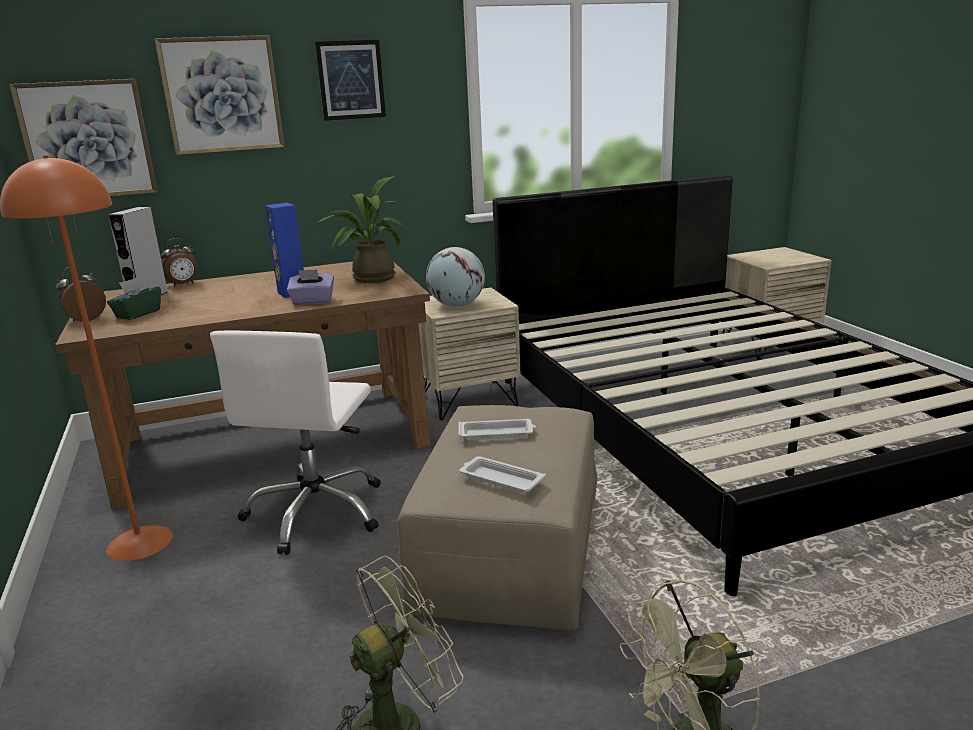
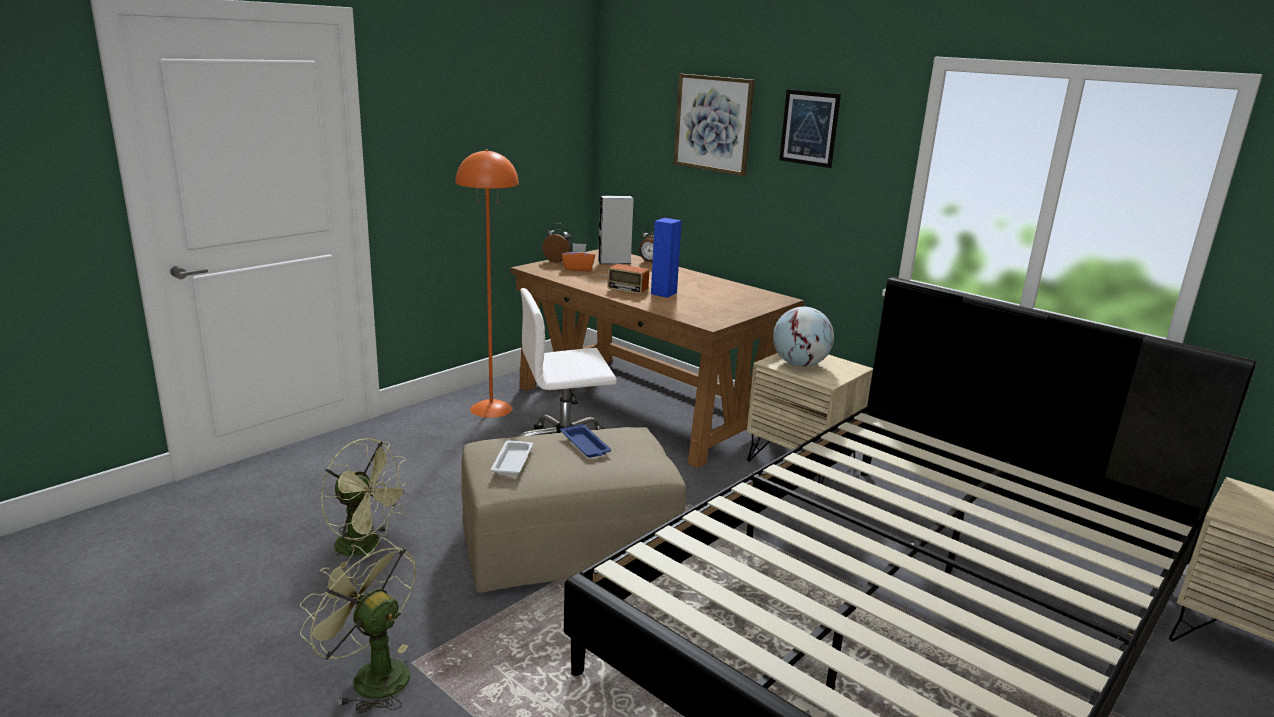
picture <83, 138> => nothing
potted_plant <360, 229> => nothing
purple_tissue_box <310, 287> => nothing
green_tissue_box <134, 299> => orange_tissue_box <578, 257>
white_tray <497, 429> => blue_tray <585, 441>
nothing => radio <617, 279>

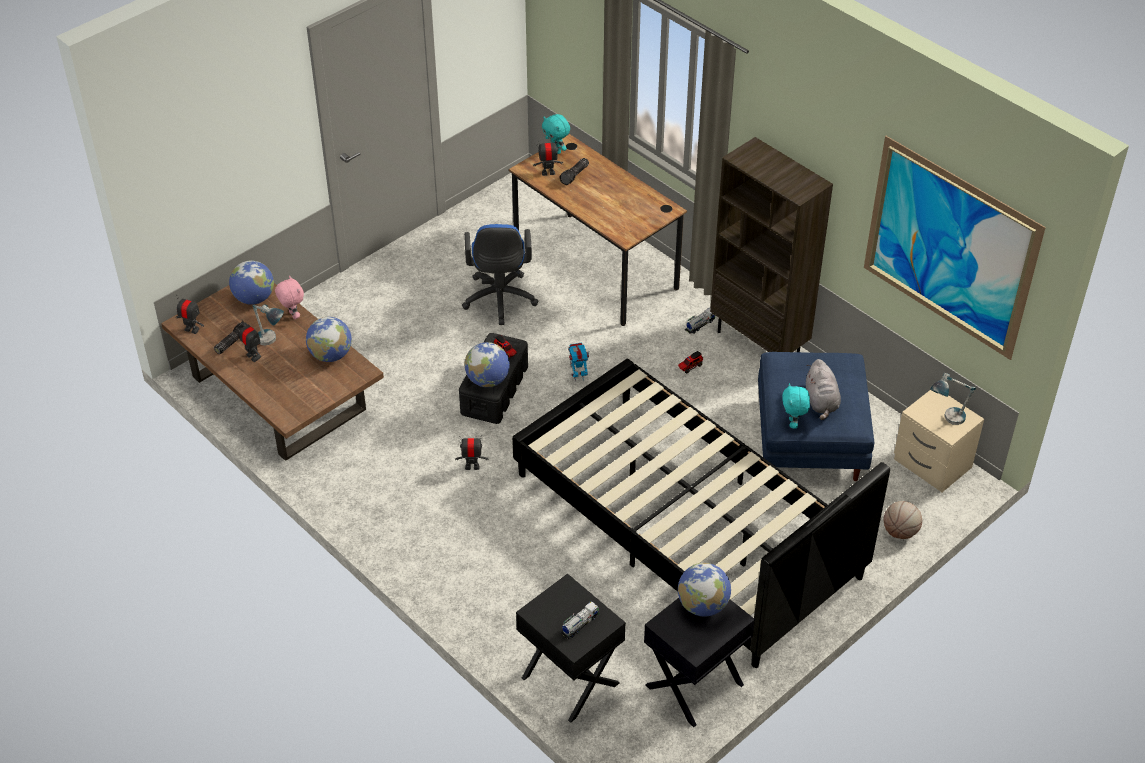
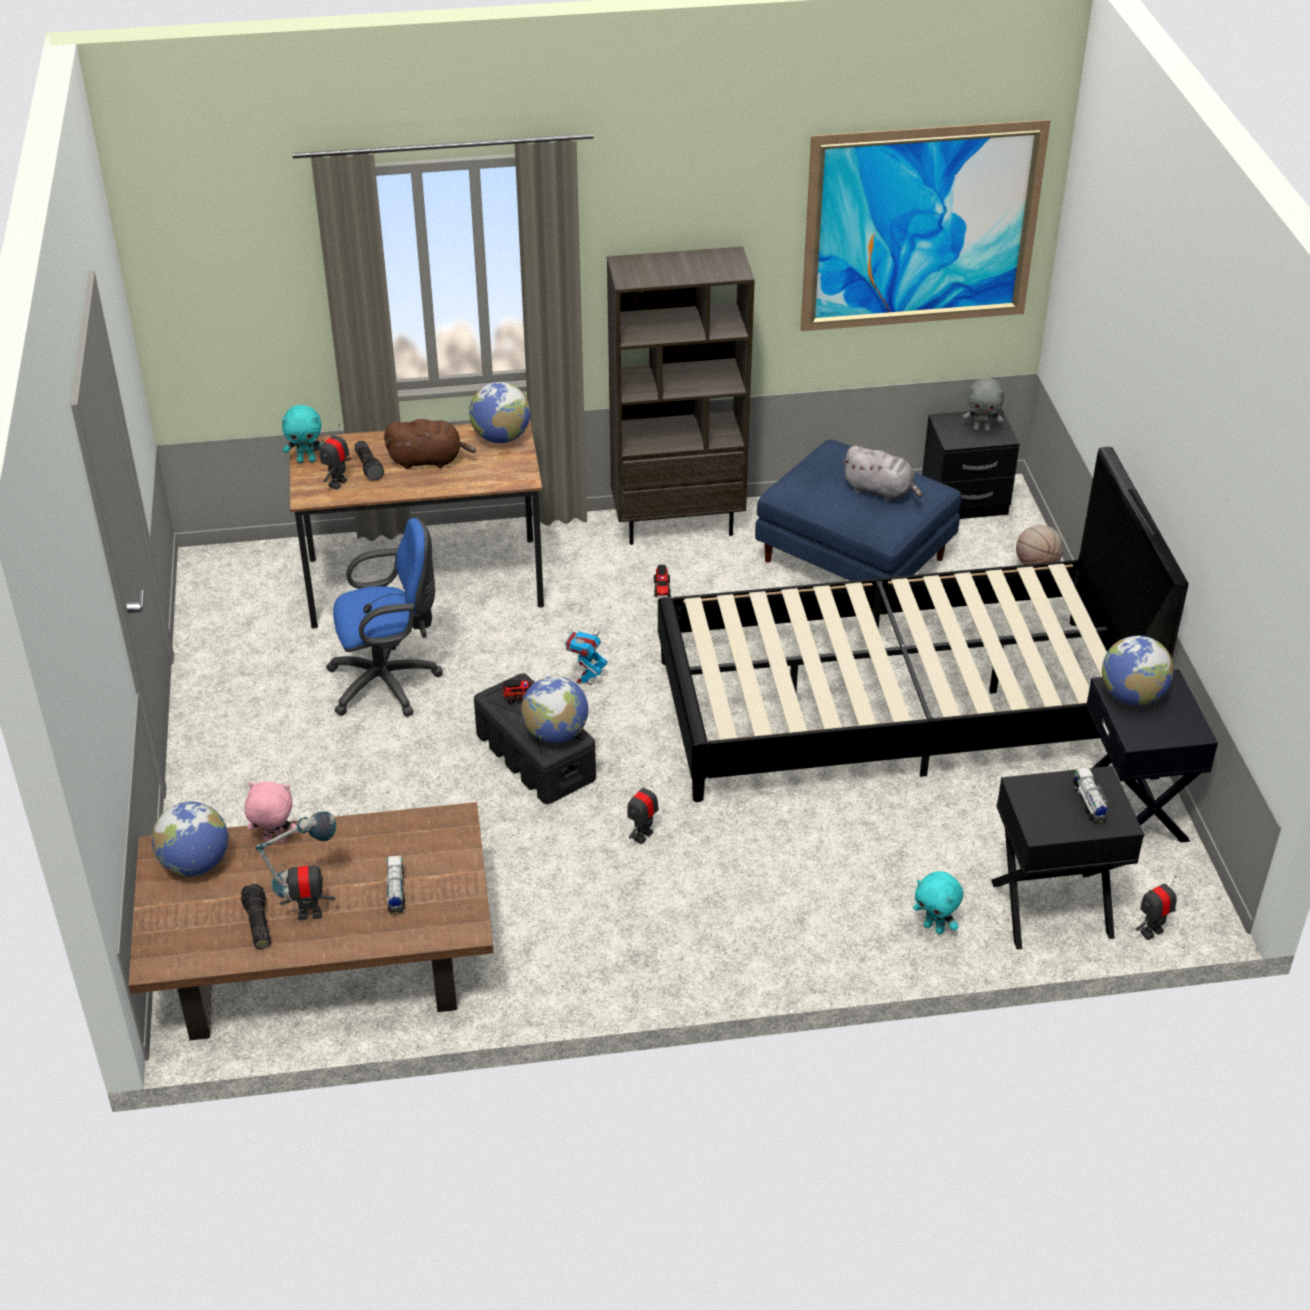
blue_office_chair <500, 274> => blue_office_chair <384, 617>, 45 degrees counterclockwise
toy_robot <190, 315> => toy_robot <1156, 908>, move
toy_truck <700, 321> => toy_truck <395, 884>, move
globe <329, 339> => globe <499, 412>, move
table_lamp <953, 399> => grey_plush_toy <983, 404>
turquoise_plush_toy <796, 406> => turquoise_plush_toy <938, 902>, move
beige_nightstand <939, 441> => black_nightstand <971, 463>
nothing => brown_plush_toy <430, 444>

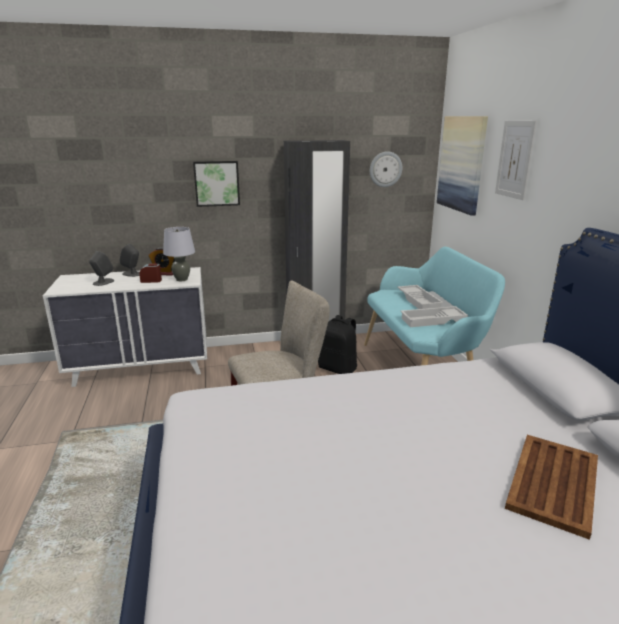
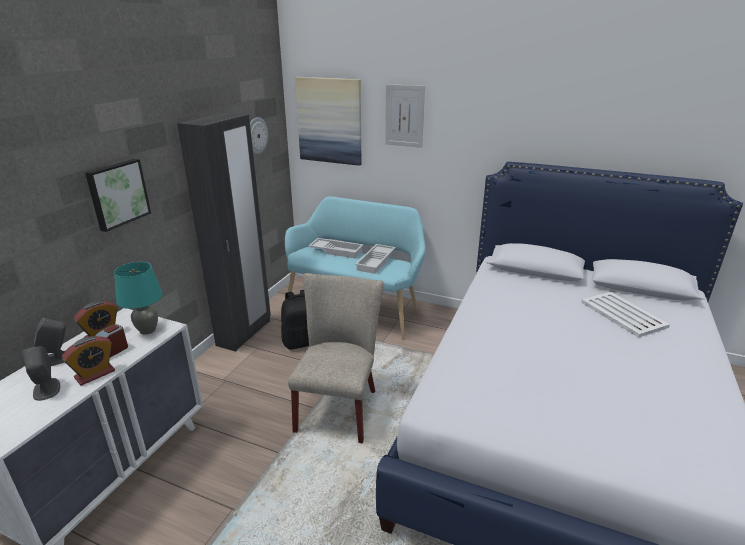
grey_table_lamp <179, 254> => turquoise_table_lamp <138, 298>
brown_tray <551, 487> => white_tray <625, 315>
nothing => alarm_clock <88, 361>

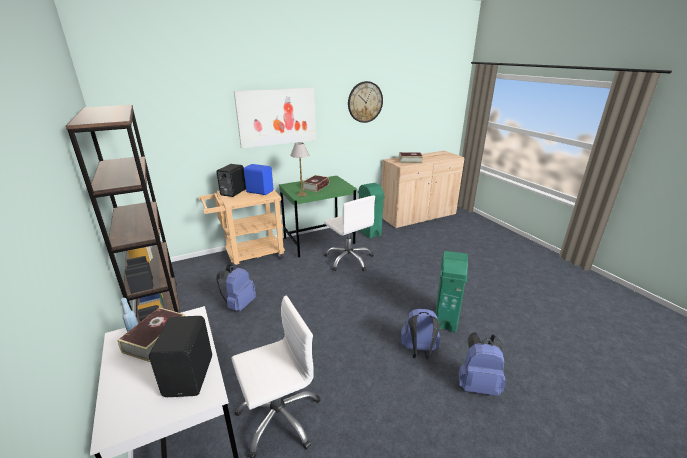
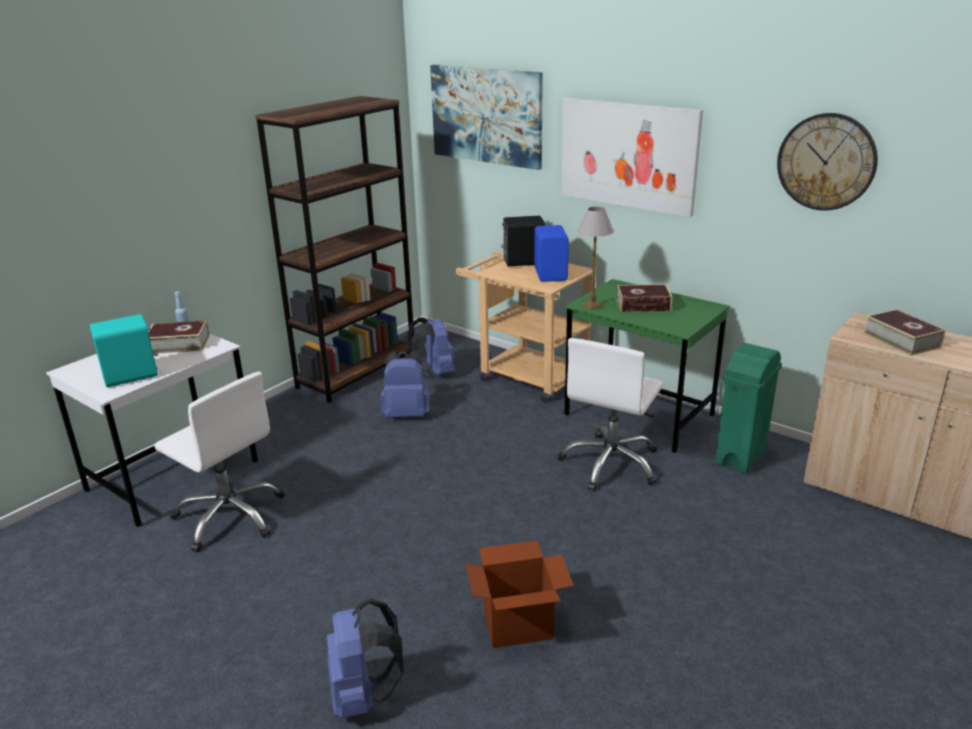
green_trash_can <451, 292> => cardboard_box <519, 594>
blue_backpack <420, 334> => blue_backpack <431, 347>, move
black_speaker <180, 356> => turquoise_speaker <124, 350>
nothing => picture <486, 117>

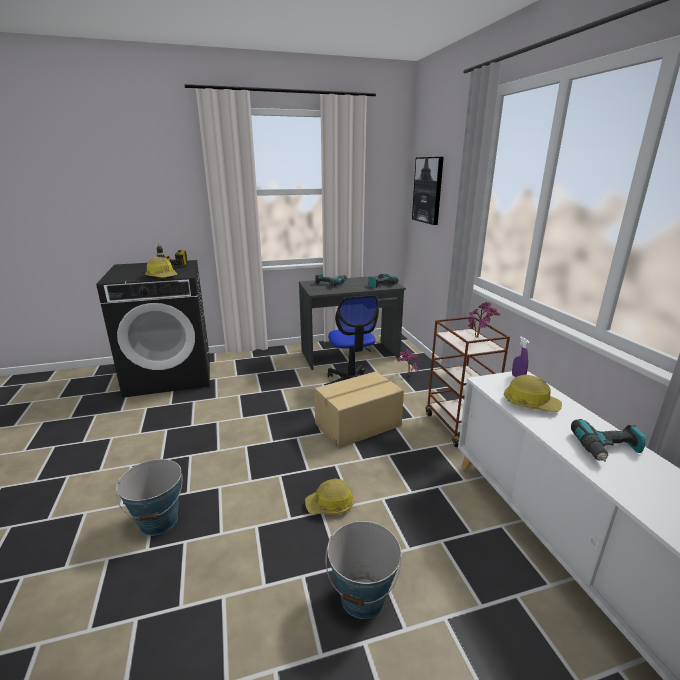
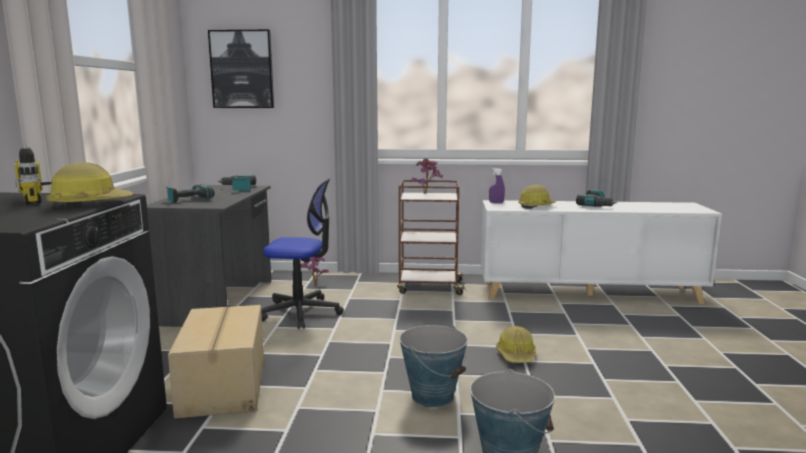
cardboard_box <359, 409> => cardboard_box <216, 362>, move
bucket <364, 570> => bucket <433, 366>, move

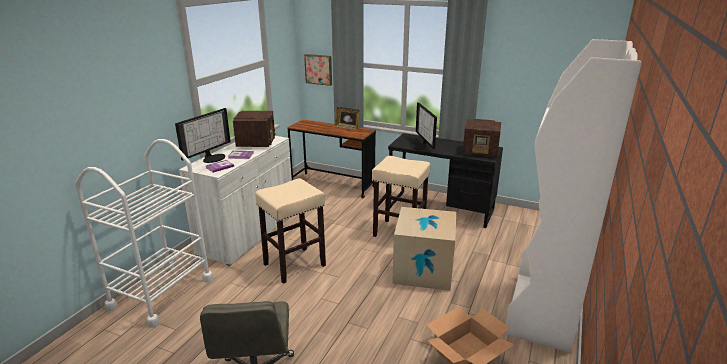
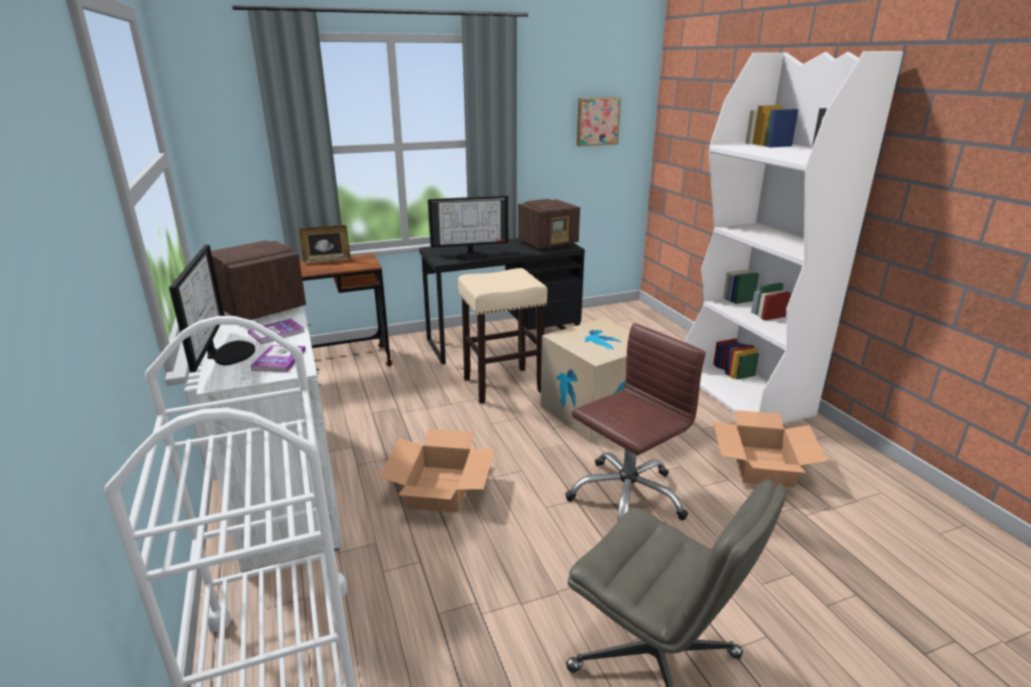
picture <318, 70> => picture <599, 121>, move
monitor <423, 126> => monitor <468, 228>, 45 degrees counterclockwise
beige_stool <290, 231> => cardboard_box <437, 471>
nothing => brown_office_chair <635, 422>

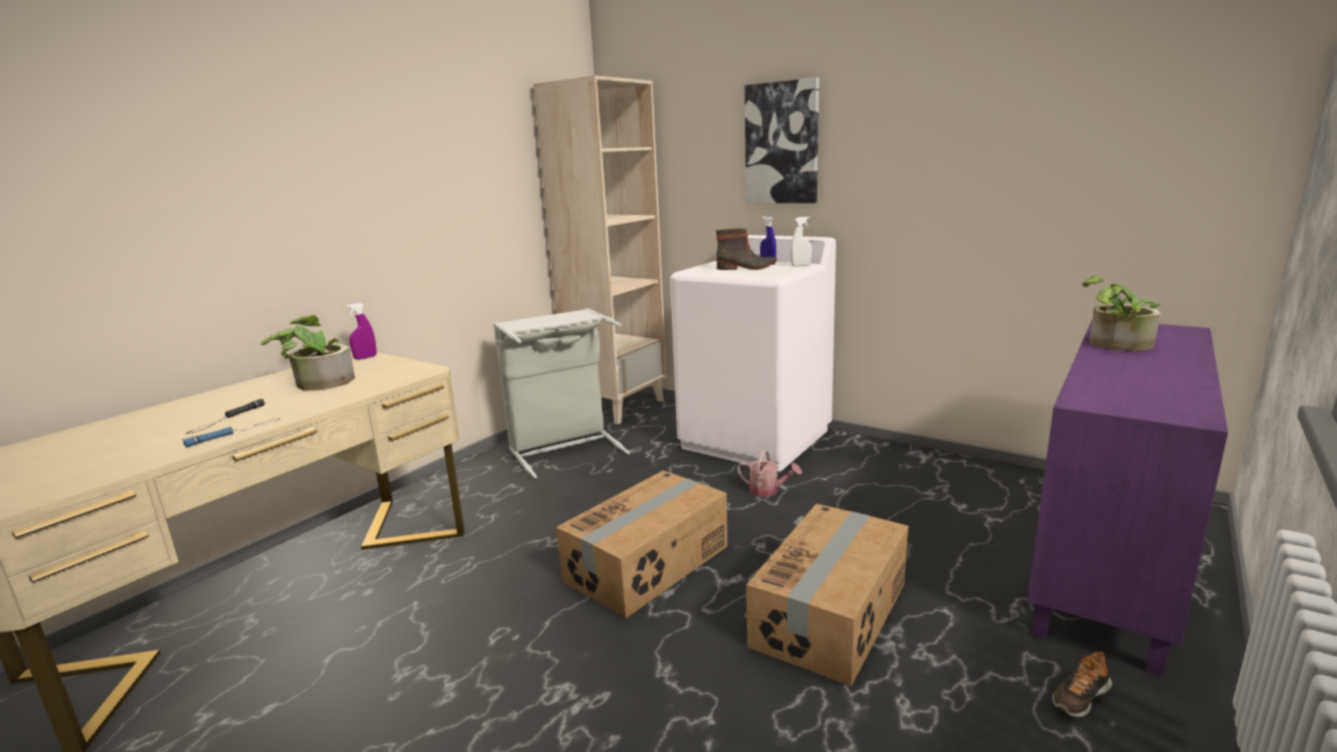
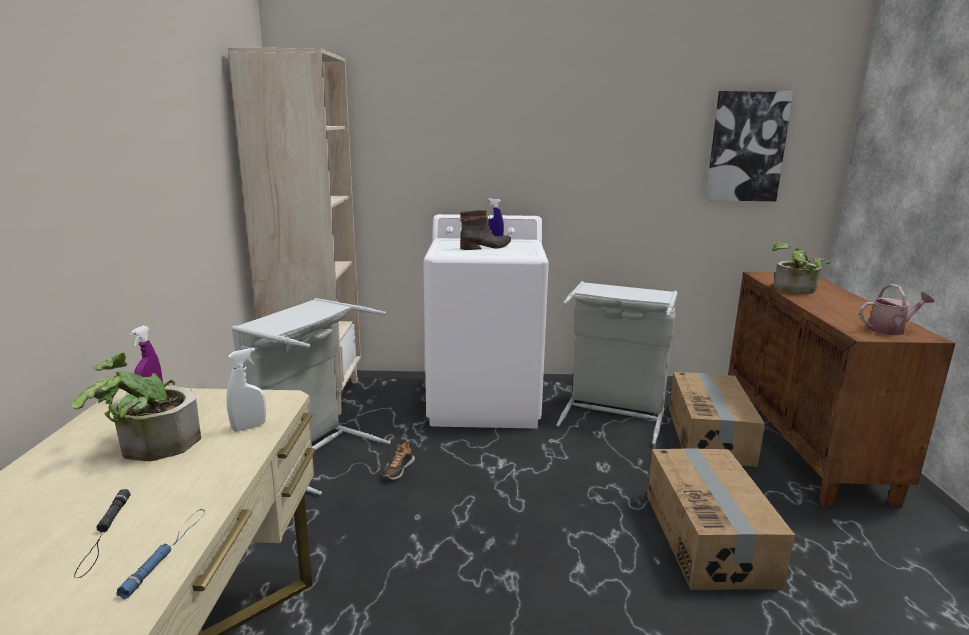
picture <782, 140> => picture <749, 146>, move
white_spray_bottle <801, 241> => white_spray_bottle <246, 390>, move
purple_cabinet <1127, 498> => brown_cabinet <842, 390>
watering_can <769, 473> => watering_can <897, 309>, move
cardboard_box <641, 544> => cardboard_box <717, 419>, move
shoe <1082, 684> => shoe <399, 460>, move
nothing => grey_laundry_basket <617, 363>

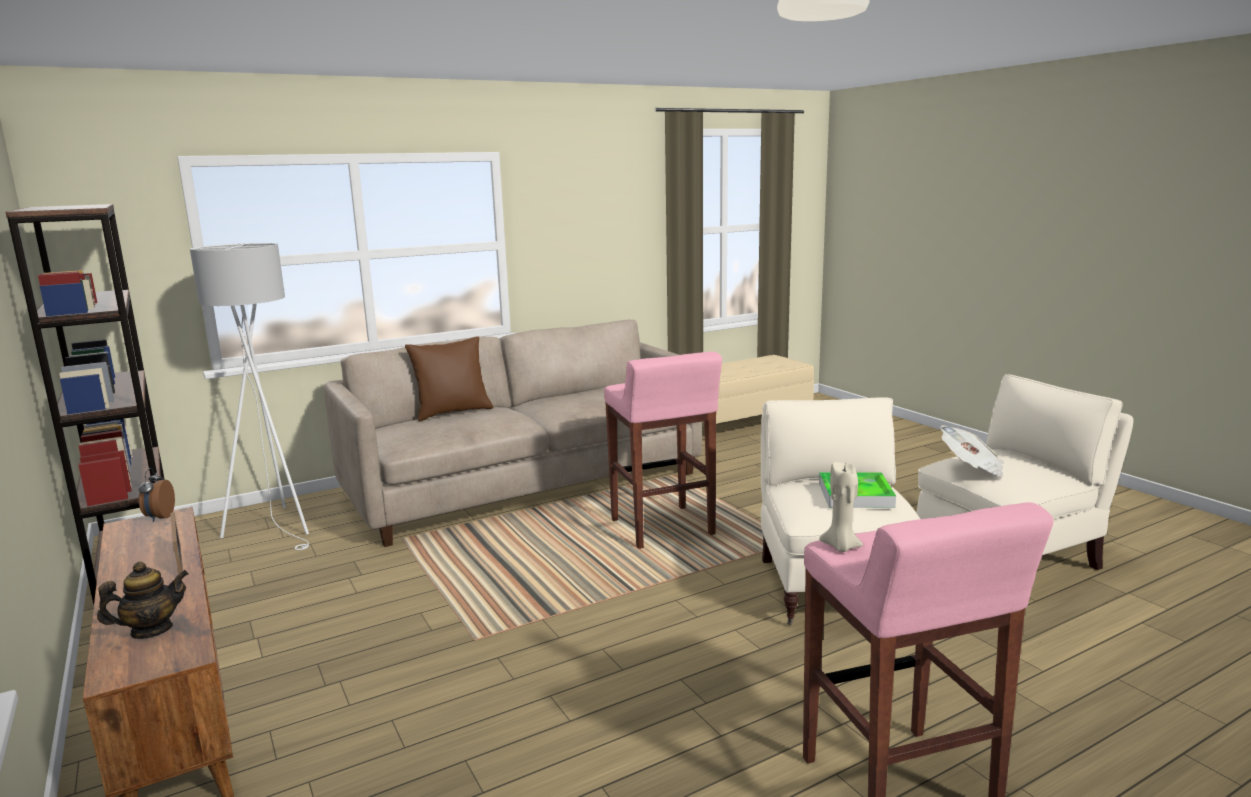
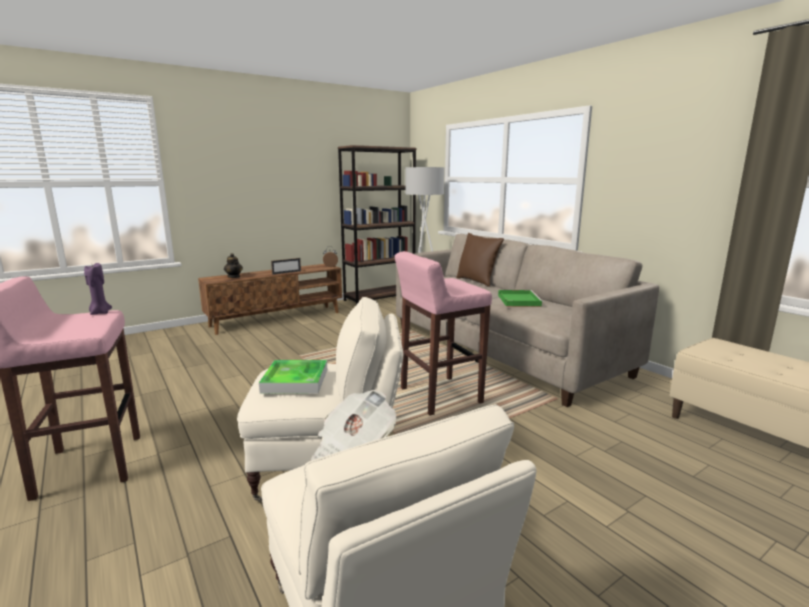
beige_candle <841, 507> => purple_candle <98, 289>
nothing => green_tray <521, 298>

